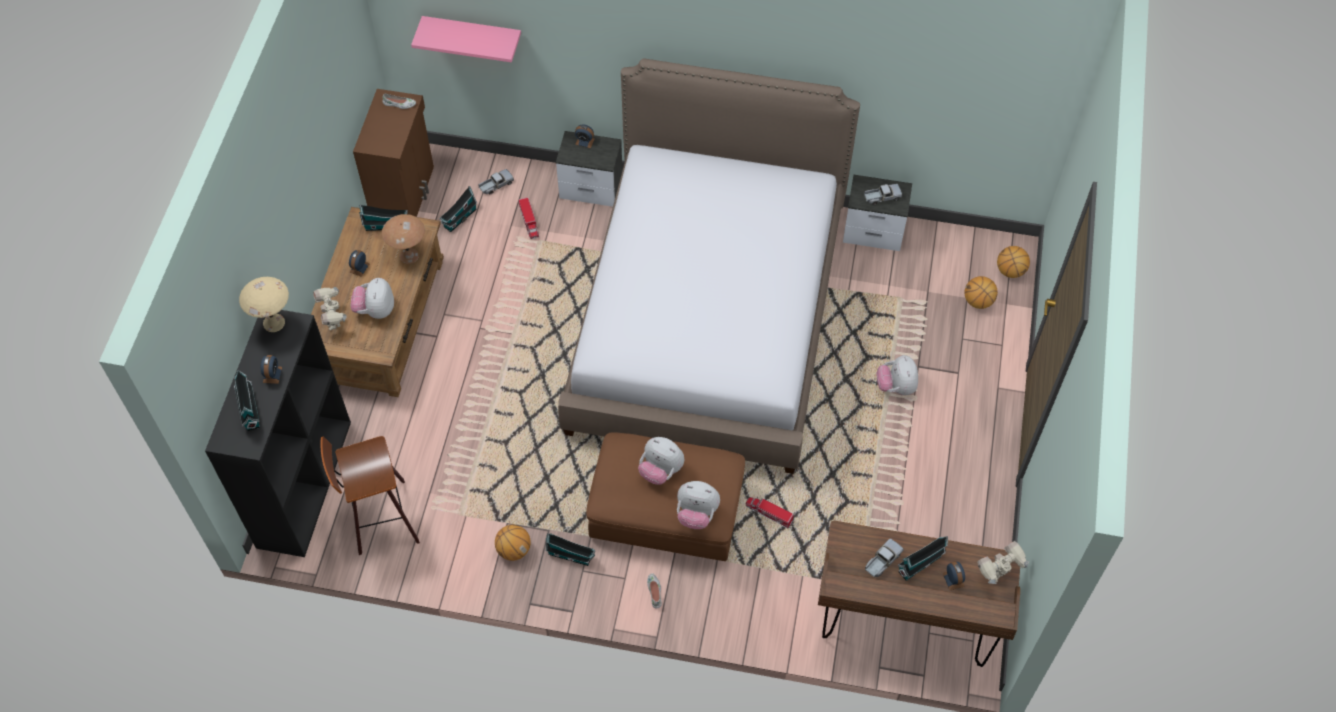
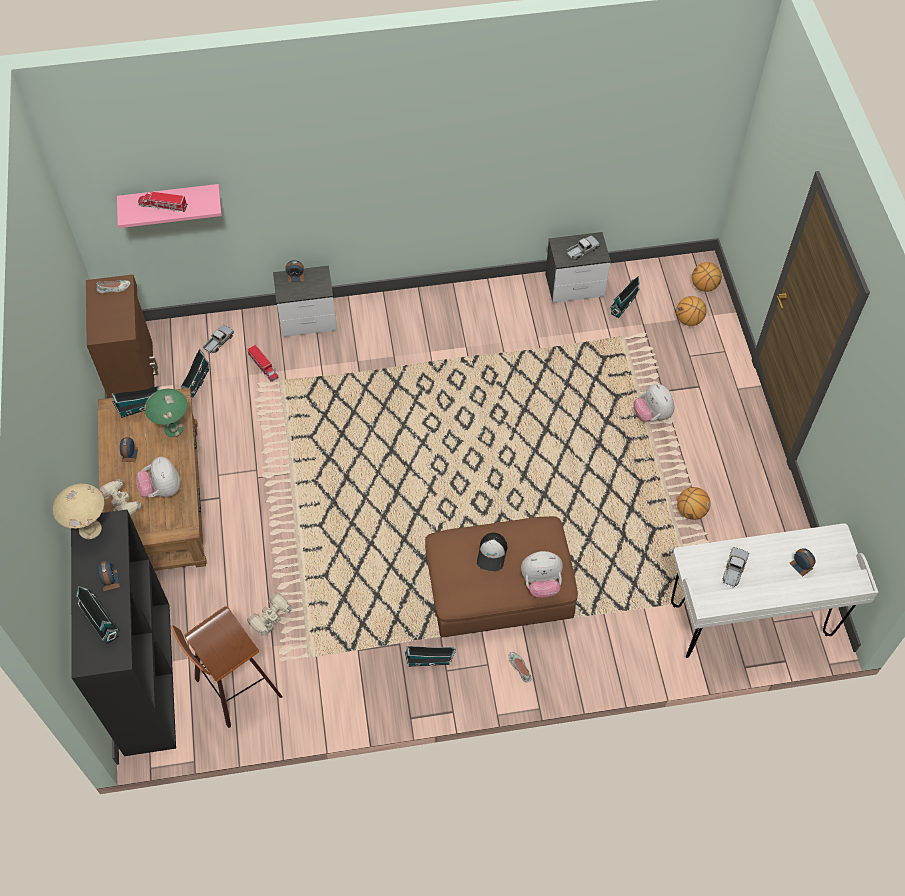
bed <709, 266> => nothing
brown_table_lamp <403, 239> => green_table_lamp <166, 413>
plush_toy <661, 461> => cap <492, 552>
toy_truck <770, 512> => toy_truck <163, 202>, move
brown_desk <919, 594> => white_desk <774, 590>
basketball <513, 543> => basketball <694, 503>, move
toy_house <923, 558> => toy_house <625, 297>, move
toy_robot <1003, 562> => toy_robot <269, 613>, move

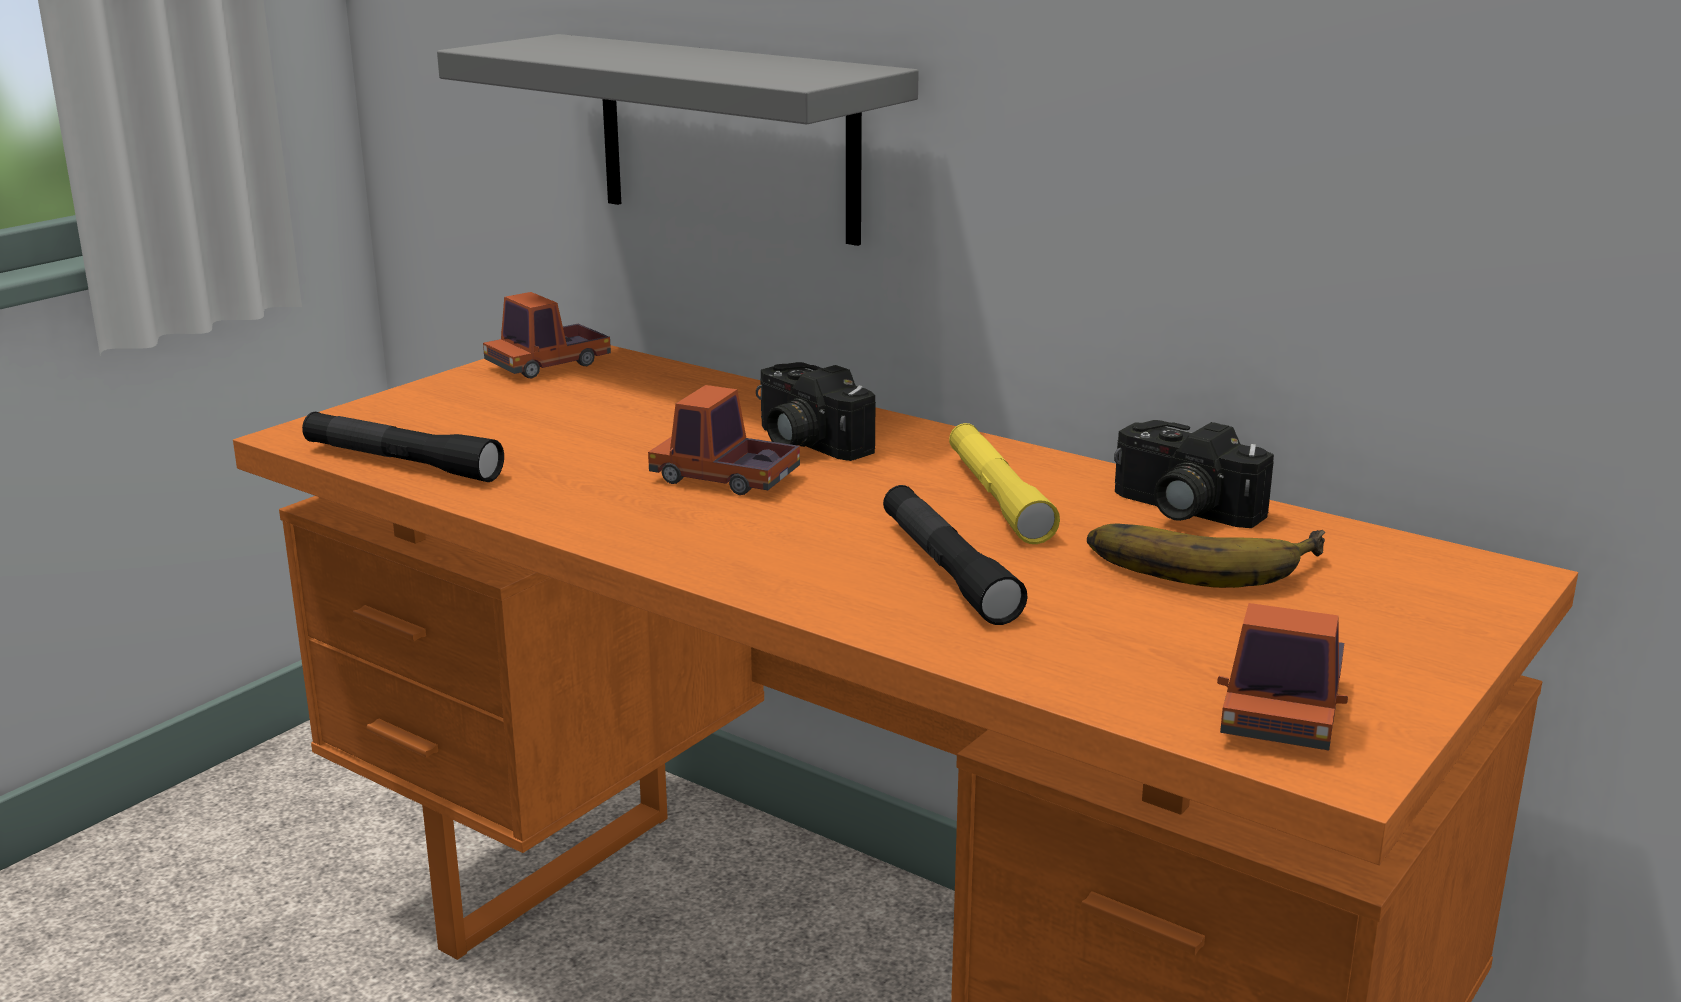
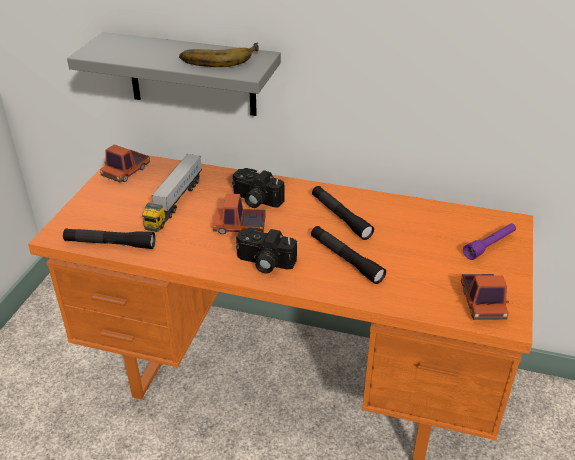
photo_camera <1194, 474> => photo_camera <266, 250>, move
yellow_flashlight <1004, 483> => black_flashlight <343, 213>
banana <1206, 556> => banana <219, 54>, move
nothing => toy_truck <172, 192>
nothing => purple_flashlight <489, 241>

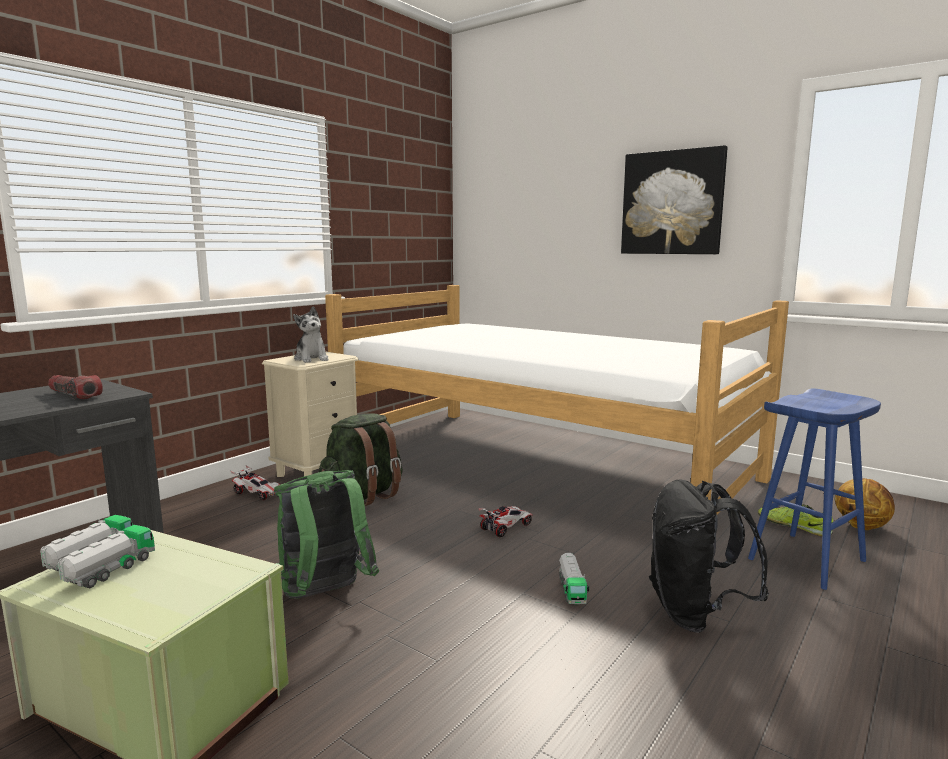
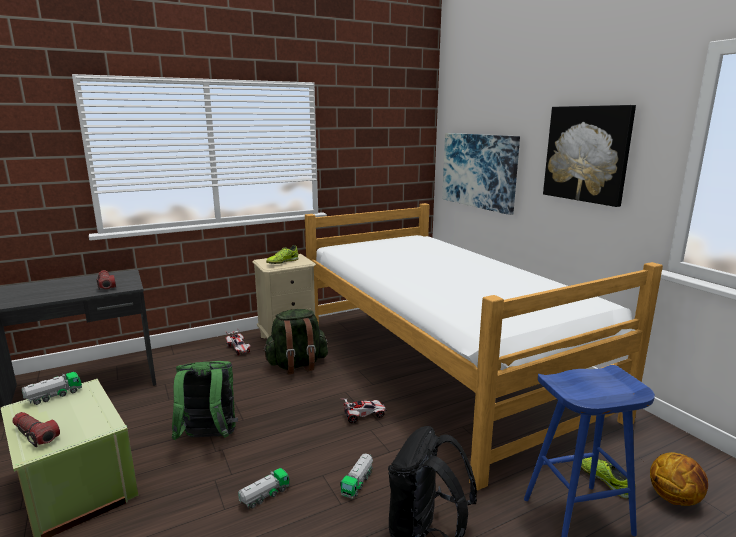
plush_toy <310, 334> => shoe <282, 254>
toy_truck <106, 556> => toy_truck <263, 488>, move
nothing => picture <481, 174>
nothing => flashlight <36, 429>

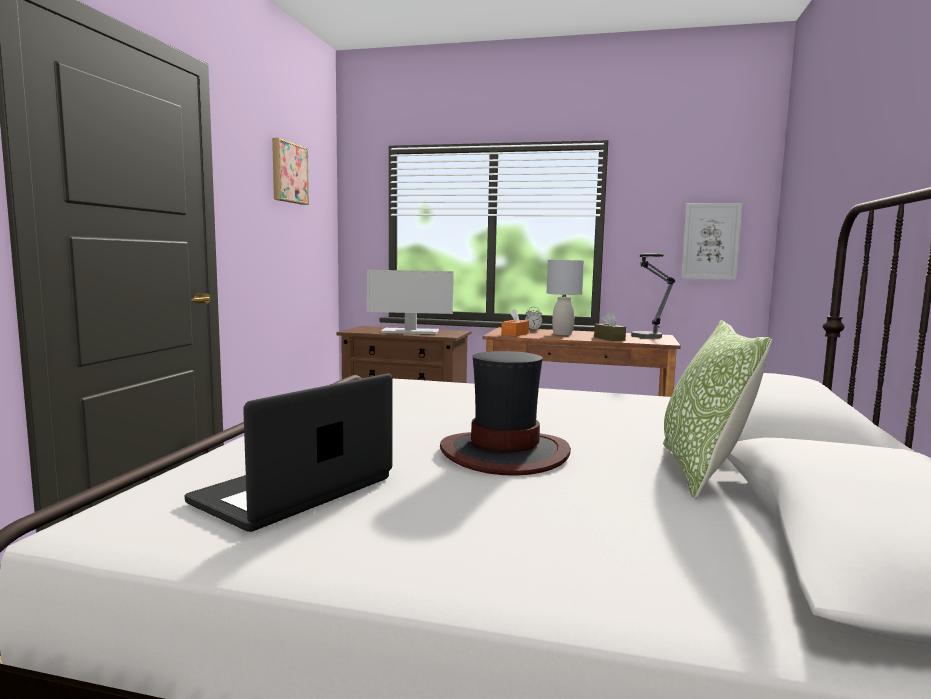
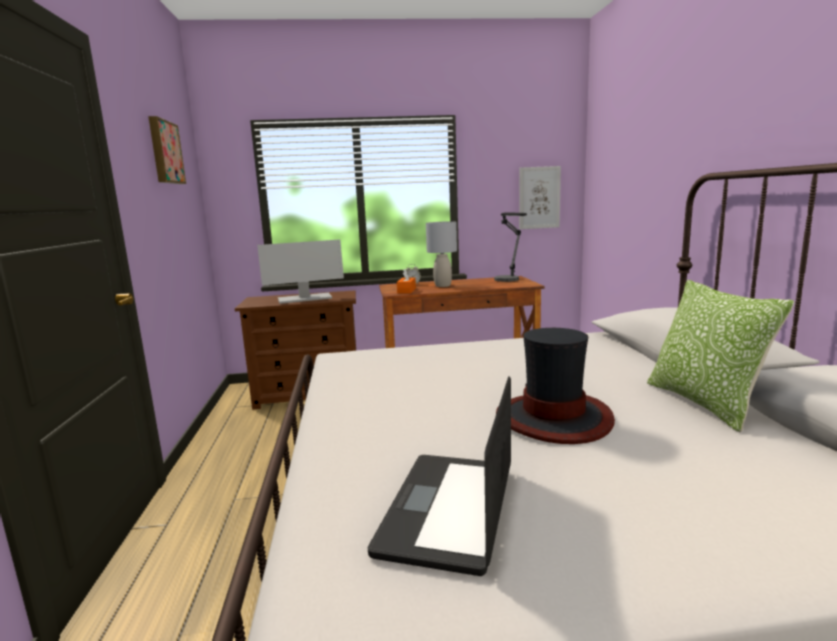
brown_tissue_box <610, 326> => nothing

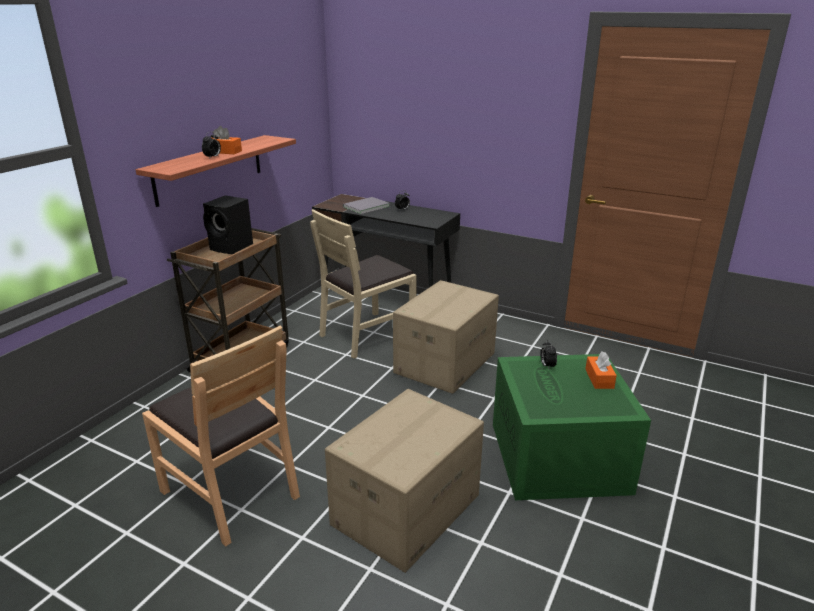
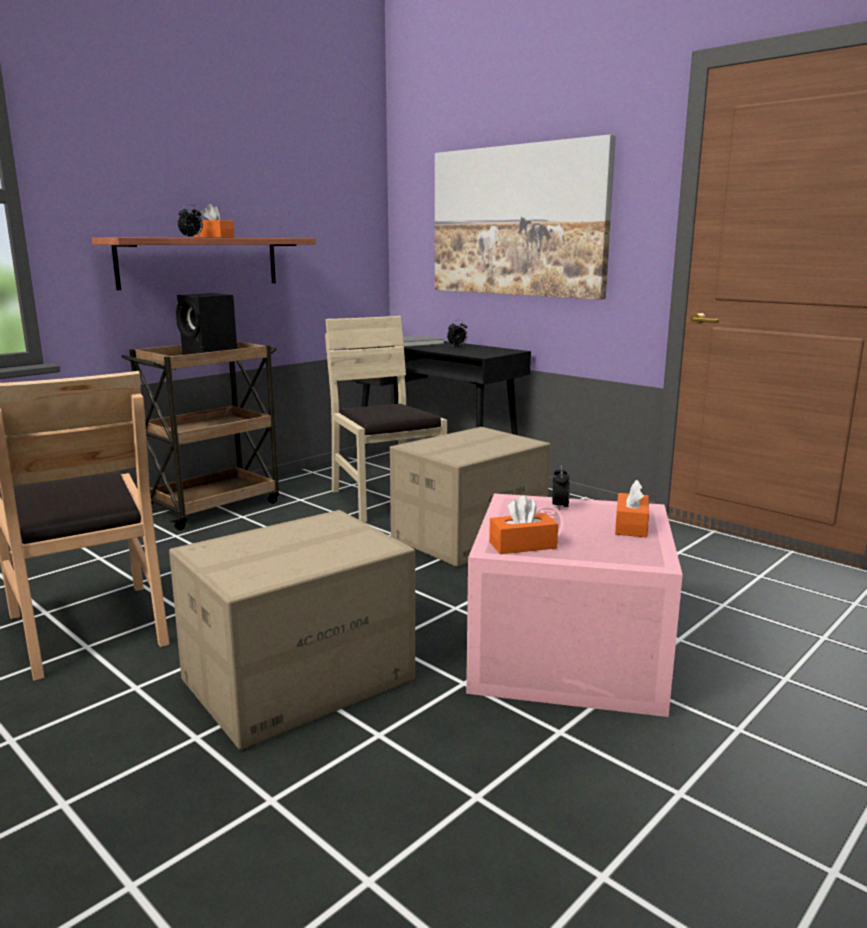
beige_chair <363, 284> => beige_chair <386, 419>, 90 degrees clockwise
green_storage_box <572, 427> => pink_storage_box <574, 605>
nothing => picture <525, 217>
nothing => orange_tissue_box <523, 524>

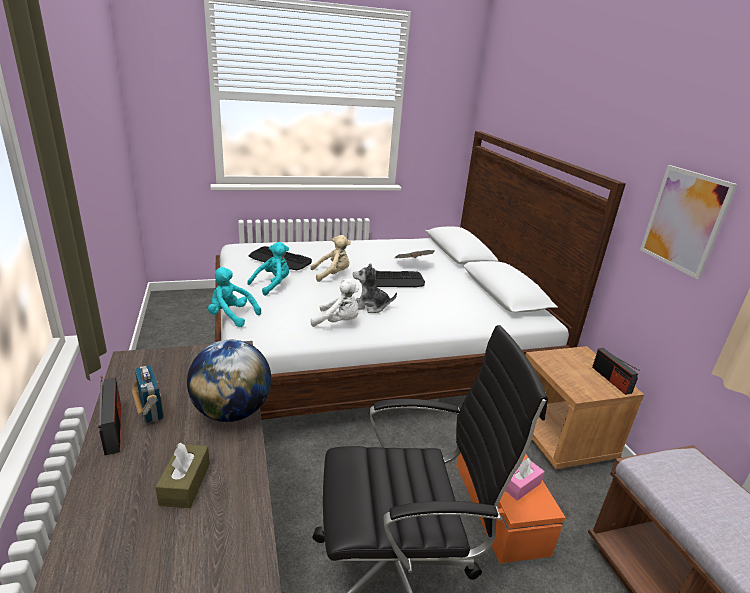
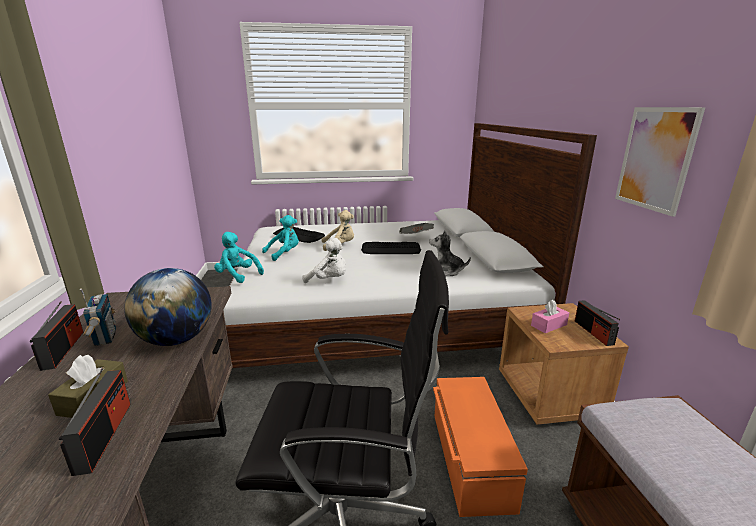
plush_toy <375, 288> => plush_toy <450, 253>, move
pink_tissue_box <525, 479> => pink_tissue_box <550, 316>, move
nothing => radio <95, 421>

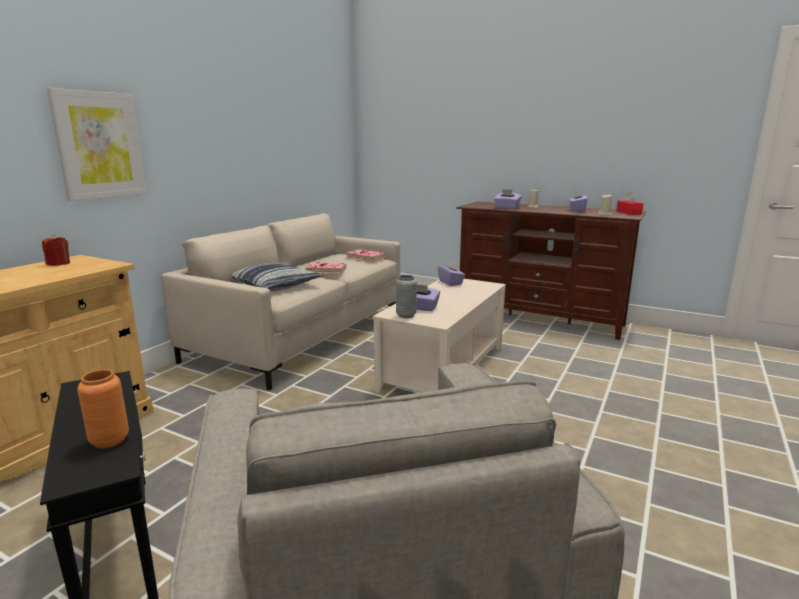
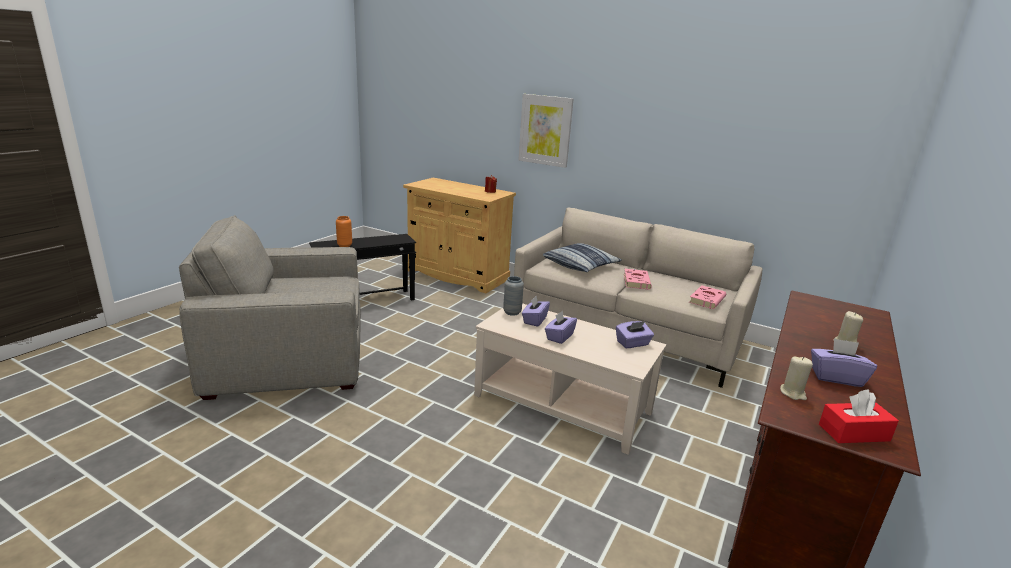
purple_tissue_box <508, 199> => purple_tissue_box <561, 327>, move

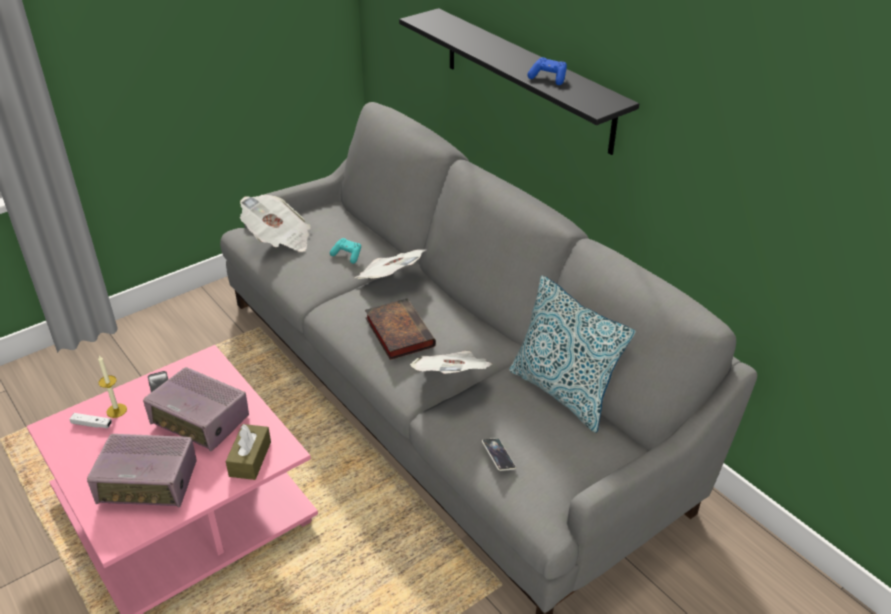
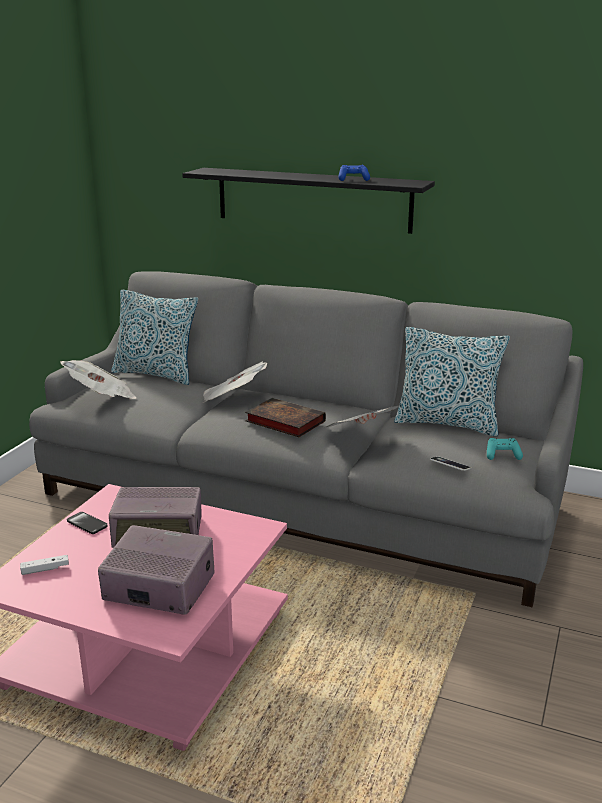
turquoise_game_controller <345, 251> => turquoise_game_controller <505, 449>, move
candle <112, 387> => nothing
brown_tissue_box <248, 452> => nothing
radio <142, 470> => radio <156, 569>, 135 degrees counterclockwise
nothing => pillow <154, 337>

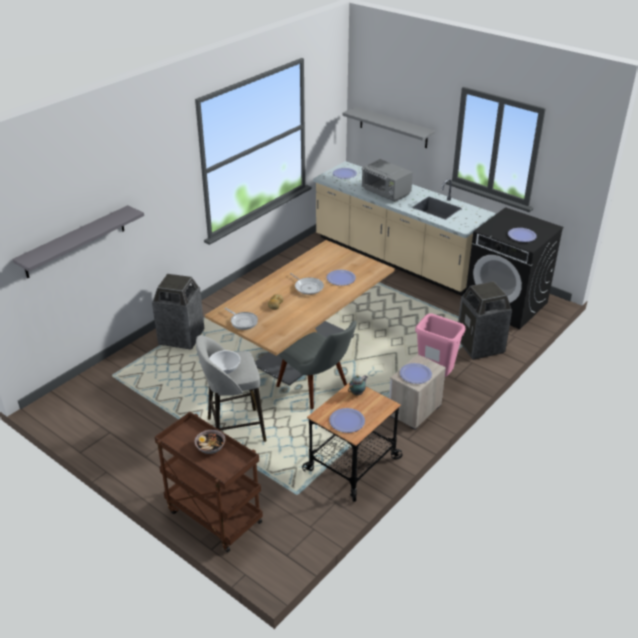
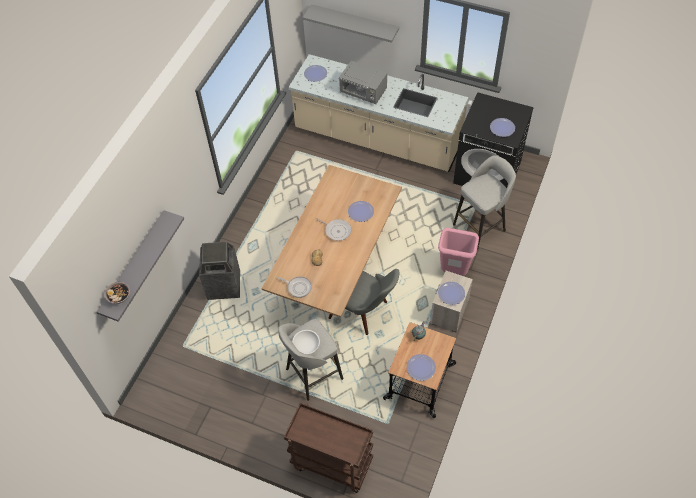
trash_can <485, 320> => grey_stool <484, 202>
bowl <210, 442> => bowl <117, 293>, move

